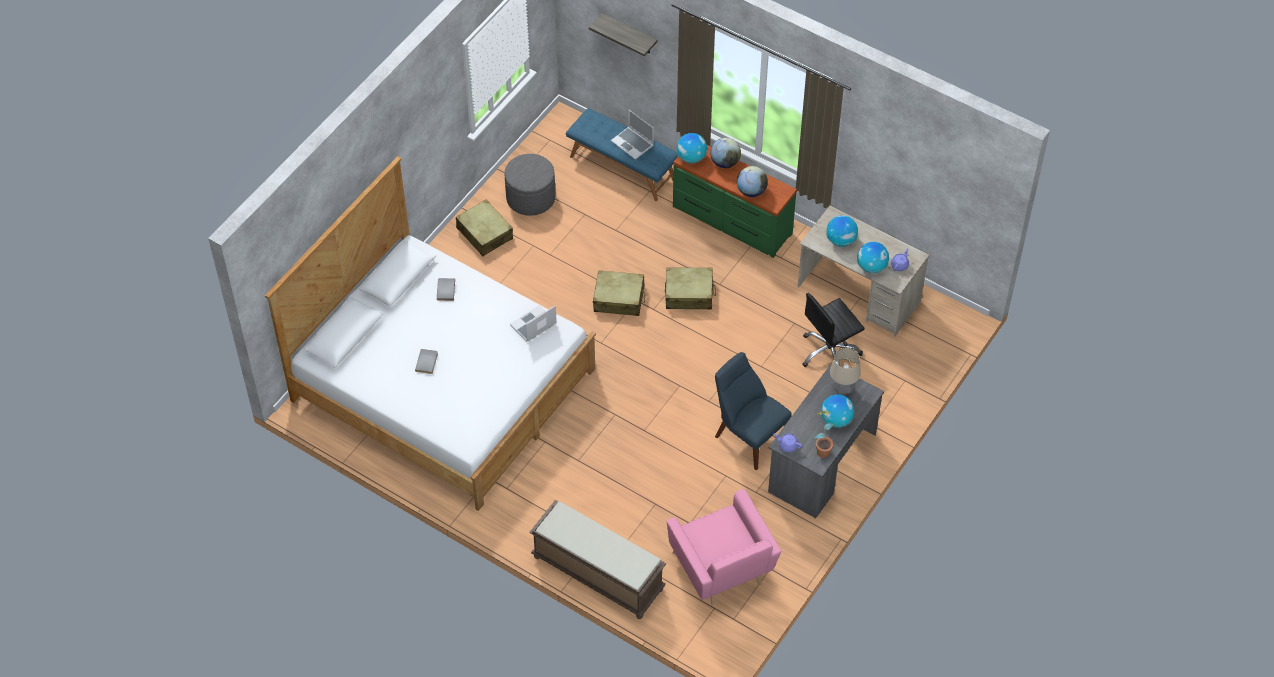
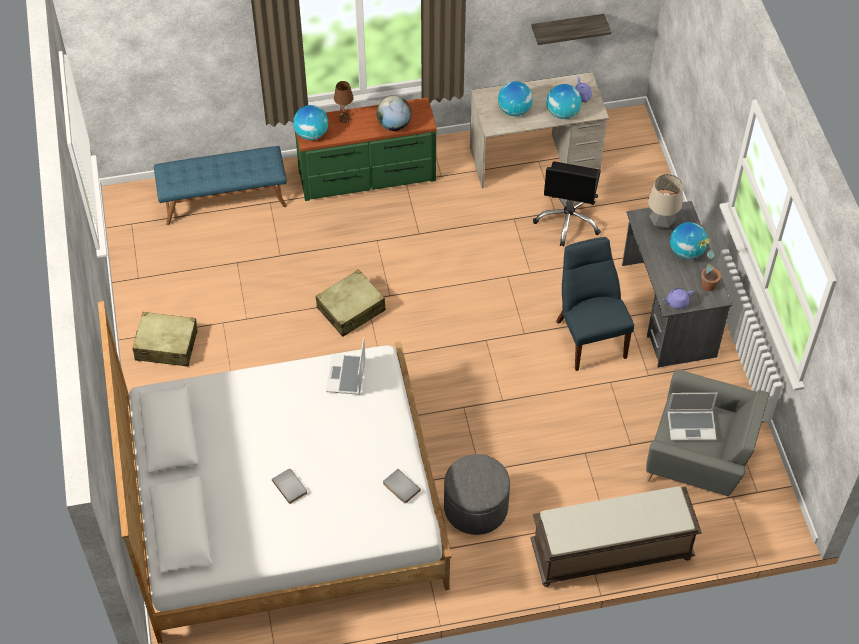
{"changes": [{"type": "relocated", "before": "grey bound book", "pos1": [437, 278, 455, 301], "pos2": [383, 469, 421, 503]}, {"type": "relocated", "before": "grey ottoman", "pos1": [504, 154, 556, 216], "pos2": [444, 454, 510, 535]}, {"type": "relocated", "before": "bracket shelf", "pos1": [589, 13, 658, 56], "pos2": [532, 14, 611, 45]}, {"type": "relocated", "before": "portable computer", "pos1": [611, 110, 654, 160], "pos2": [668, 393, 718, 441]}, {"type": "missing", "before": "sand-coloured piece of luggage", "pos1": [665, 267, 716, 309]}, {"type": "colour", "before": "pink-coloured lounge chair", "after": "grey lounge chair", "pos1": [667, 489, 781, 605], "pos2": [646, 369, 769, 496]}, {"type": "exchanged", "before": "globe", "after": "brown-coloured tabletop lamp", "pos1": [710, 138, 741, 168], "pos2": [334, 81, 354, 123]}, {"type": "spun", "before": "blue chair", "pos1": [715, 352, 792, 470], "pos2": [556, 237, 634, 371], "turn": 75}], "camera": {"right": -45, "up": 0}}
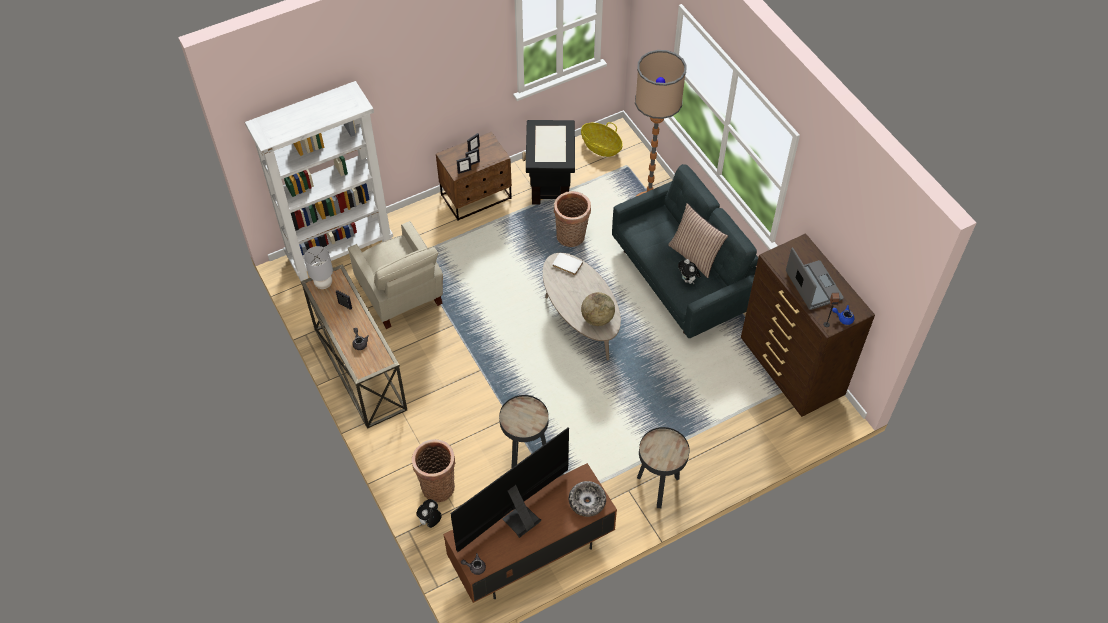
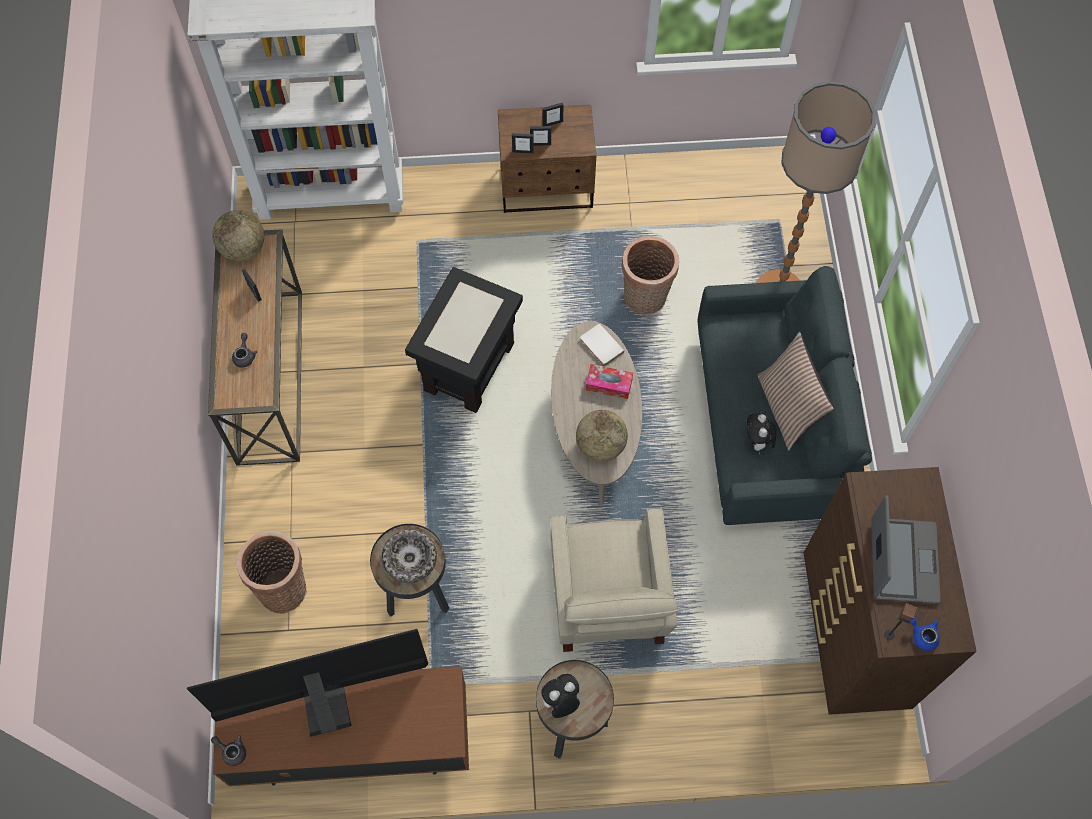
{"changes": [{"type": "exchanged", "before": "grey tabletop lamp", "after": "globe", "pos1": [304, 246, 333, 289], "pos2": [212, 210, 264, 261]}, {"type": "relocated", "before": "sand-coloured lounge chair", "pos1": [348, 221, 443, 329], "pos2": [550, 508, 678, 652]}, {"type": "relocated", "before": "soft toy", "pos1": [416, 499, 441, 528], "pos2": [540, 674, 580, 718]}, {"type": "relocated", "before": "black-coloured side table", "pos1": [522, 120, 575, 204], "pos2": [405, 267, 523, 413]}, {"type": "relocated", "before": "serving bowl", "pos1": [569, 481, 606, 517], "pos2": [382, 530, 437, 583]}, {"type": "missing", "before": "storage basket", "pos1": [581, 122, 623, 157]}, {"type": "appeared", "after": "tissue box", "pos2": [586, 364, 633, 399]}], "camera": {"right": 25, "up": 10}}
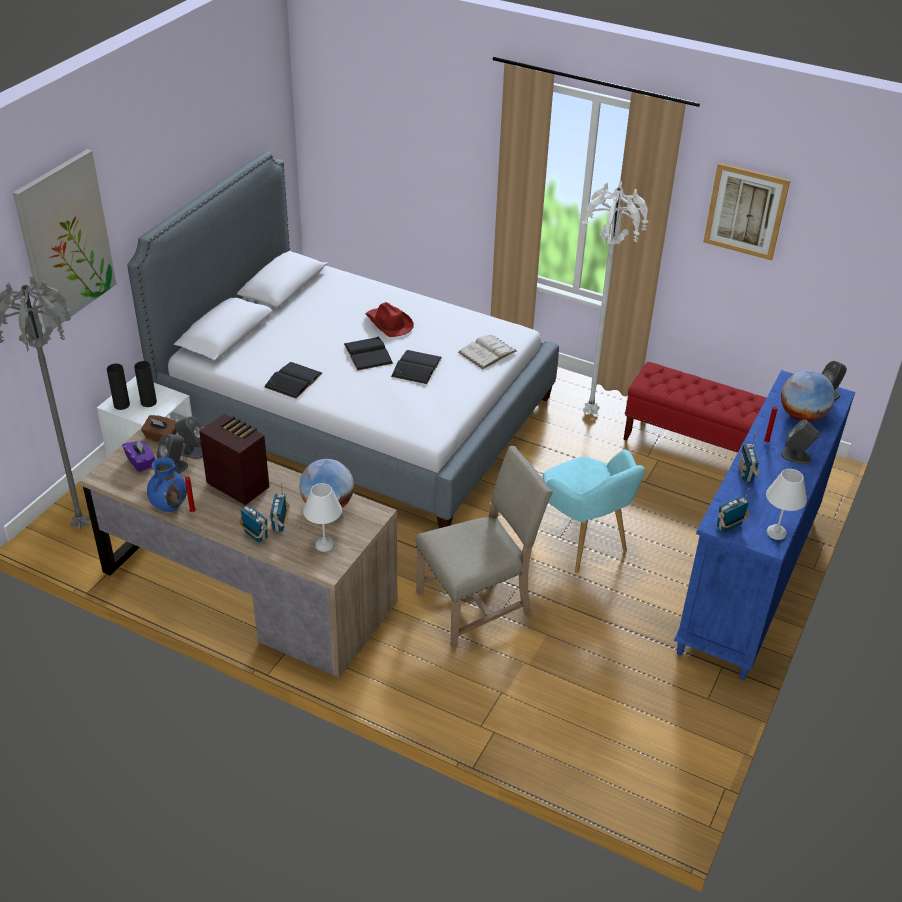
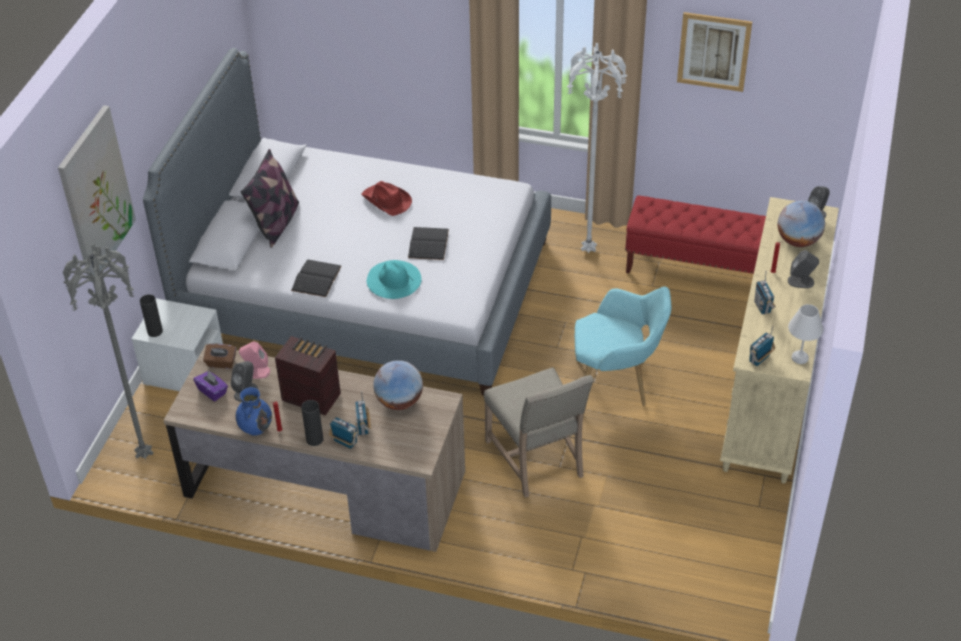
{"changes": [{"type": "relocated", "before": "black-coloured flower vase", "pos1": [134, 361, 157, 407], "pos2": [301, 400, 323, 446]}, {"type": "colour", "before": "grey speaker", "after": "pink-coloured speaker", "pos1": [175, 416, 203, 459], "pos2": [239, 341, 270, 379]}, {"type": "missing", "before": "white-coloured tabletop lamp", "pos1": [303, 483, 342, 552]}, {"type": "missing", "before": "black-coloured bound book", "pos1": [344, 337, 393, 371]}, {"type": "spun", "before": "sand-coloured chair", "pos1": [415, 446, 553, 649], "pos2": [484, 367, 594, 498], "turn": 105}, {"type": "missing", "before": "white-coloured bound book", "pos1": [458, 334, 517, 369]}, {"type": "spun", "before": "blue-green lounge chair", "pos1": [542, 450, 645, 573], "pos2": [575, 286, 671, 406], "turn": -45}, {"type": "colour", "before": "blue drawer chest", "after": "sand-coloured drawer chest", "pos1": [673, 370, 855, 680], "pos2": [720, 197, 839, 483]}, {"type": "appeared", "after": "pillow", "pos2": [240, 149, 299, 248]}, {"type": "appeared", "after": "blue-green wearable hat", "pos2": [367, 260, 422, 299]}], "camera": {"right": -10, "up": 5}}
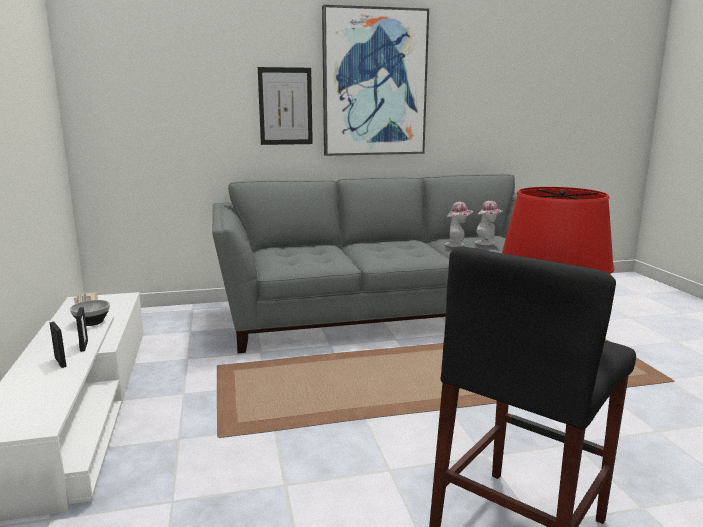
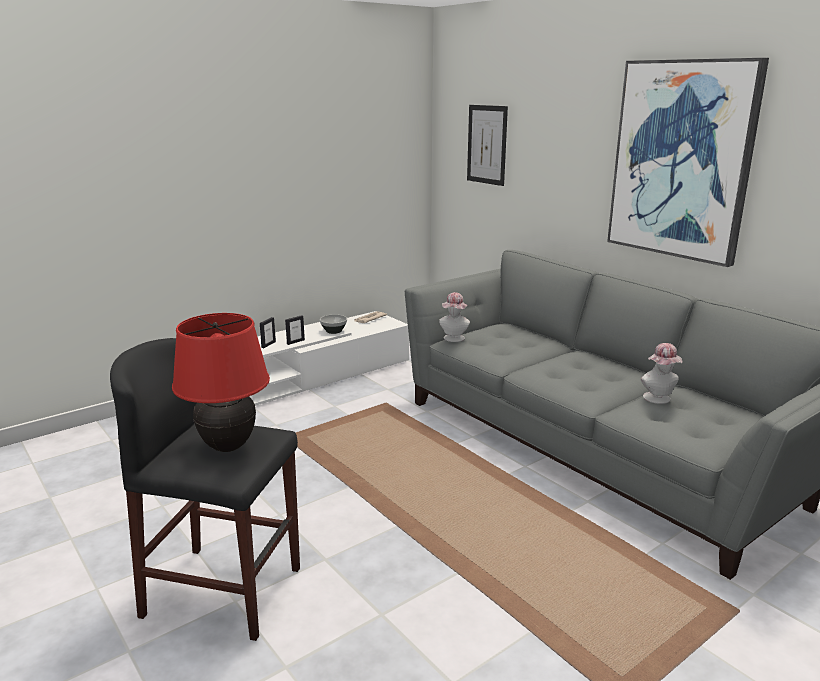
{"changes": [{"type": "relocated", "before": "wall picture", "pos1": [258, 67, 313, 145], "pos2": [467, 105, 508, 186]}, {"type": "relocated", "before": "wearable hat", "pos1": [475, 201, 503, 245], "pos2": [439, 292, 470, 342]}], "camera": {"right": 65, "up": 5}}
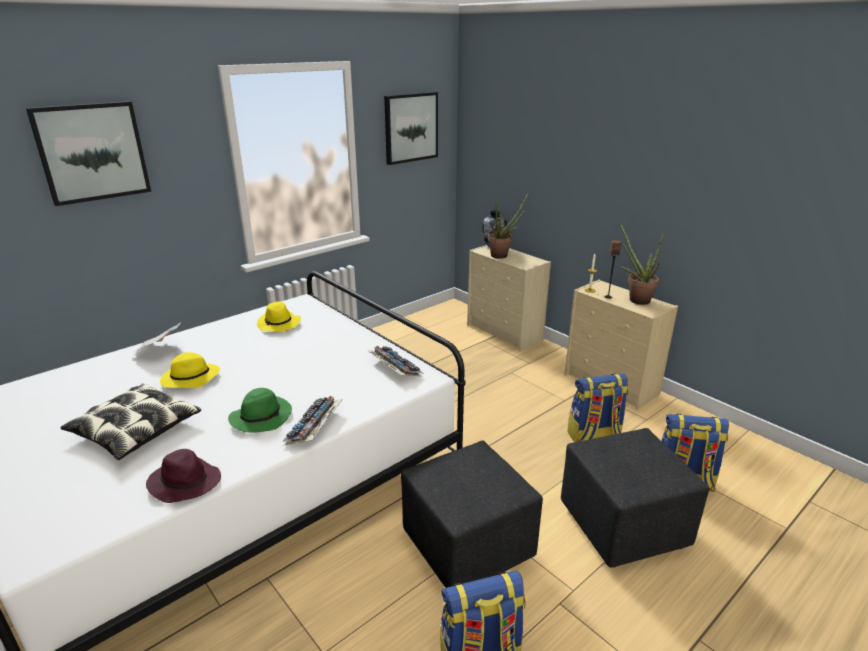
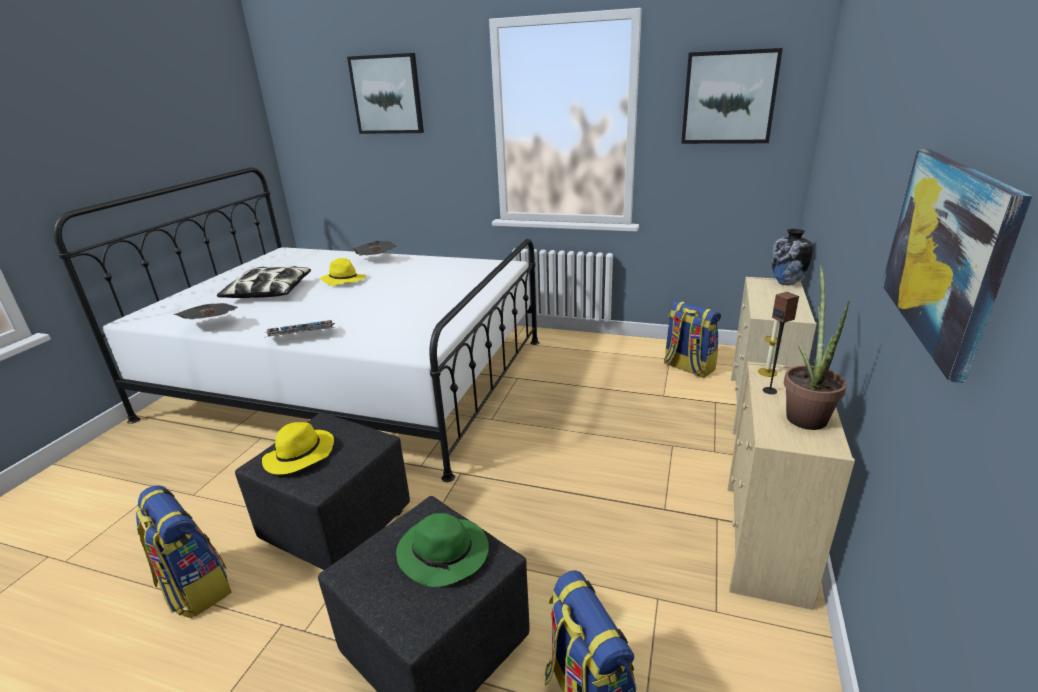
{"changes": [{"type": "exchanged", "before": "purplish wearable hat", "after": "printed paper", "pos1": [146, 449, 221, 503], "pos2": [174, 303, 237, 319]}, {"type": "relocated", "before": "green wearable hat", "pos1": [228, 388, 292, 433], "pos2": [396, 513, 489, 587]}, {"type": "relocated", "before": "yellow wearable hat", "pos1": [257, 301, 301, 332], "pos2": [262, 422, 334, 475]}, {"type": "missing", "before": "computer keyboard", "pos1": [367, 346, 423, 377]}, {"type": "missing", "before": "plant in a pot", "pos1": [488, 192, 529, 259]}, {"type": "relocated", "before": "backpack", "pos1": [568, 373, 629, 442], "pos2": [664, 300, 721, 378]}, {"type": "appeared", "after": "wall picture", "pos2": [882, 149, 1032, 383]}], "camera": {"right": 60, "up": 0}}
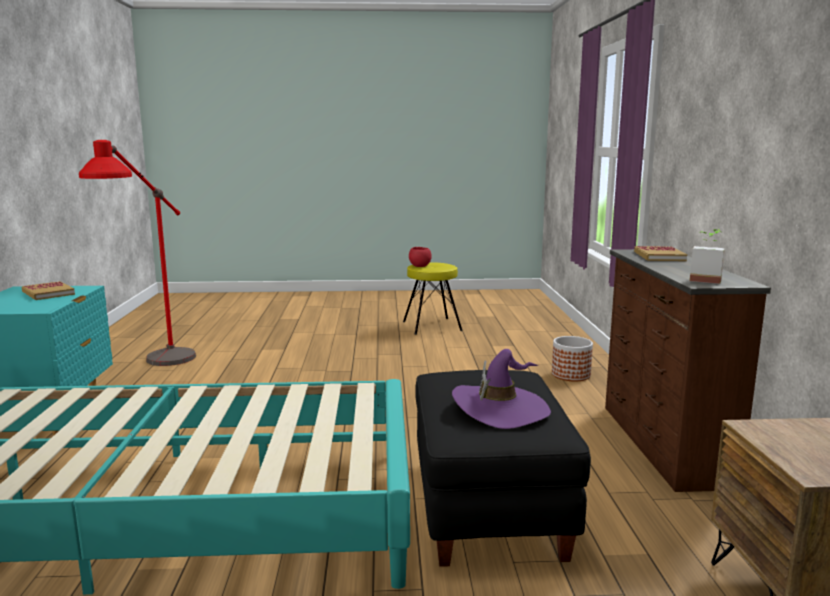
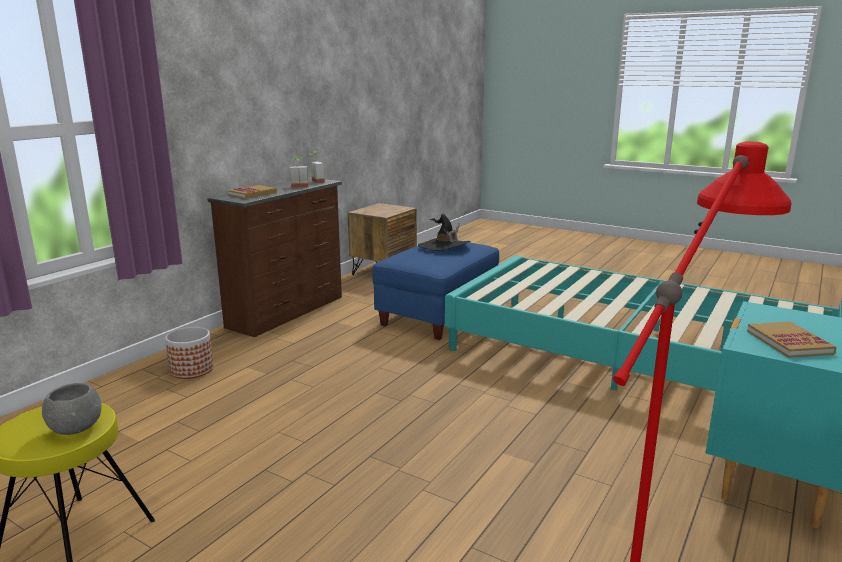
{"changes": [{"type": "colour", "before": "red serving bowl", "after": "grey serving bowl", "pos1": [409, 247, 432, 267], "pos2": [42, 383, 101, 435]}, {"type": "colour", "before": "black-coloured ottoman", "after": "blue ottoman", "pos1": [415, 370, 591, 567], "pos2": [372, 238, 499, 340]}, {"type": "colour", "before": "purplish wearable hat", "after": "black-coloured wearable hat", "pos1": [452, 349, 551, 429], "pos2": [418, 214, 471, 251]}, {"type": "appeared", "after": "plant in a pot", "pos2": [290, 155, 308, 188]}], "camera": {"right": -145, "up": 5}}
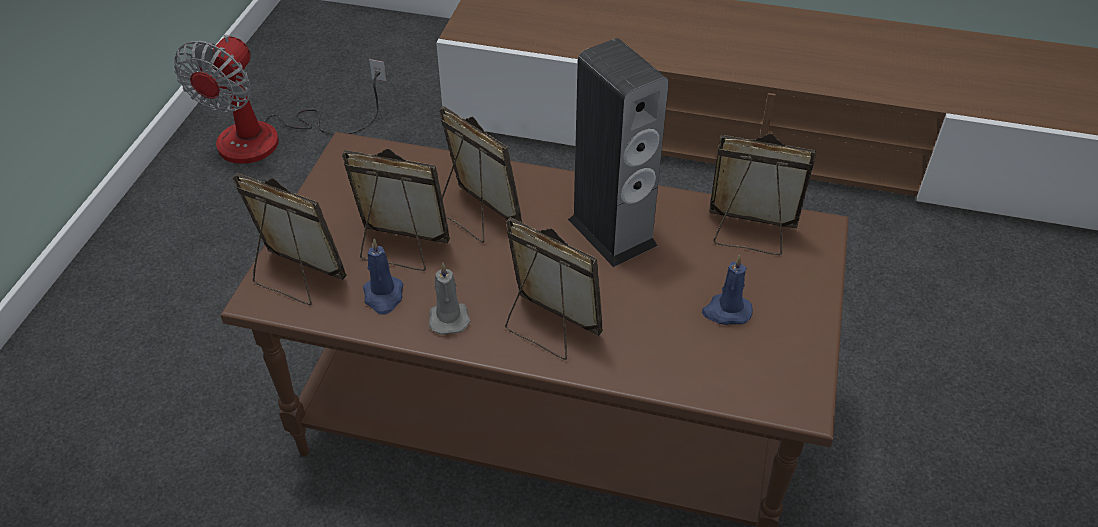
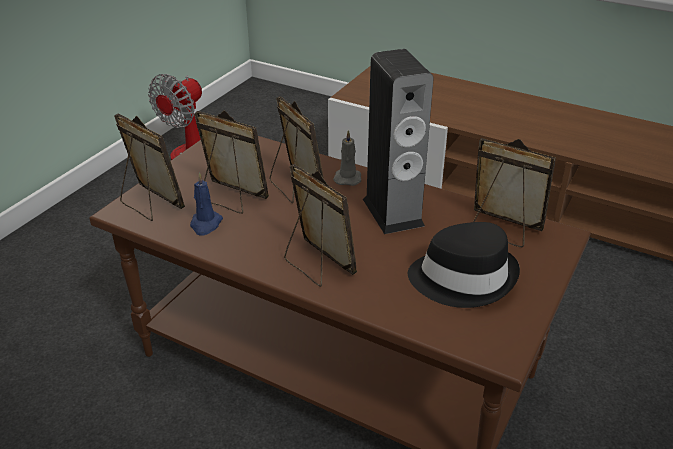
{"changes": [{"type": "relocated", "before": "grey wax light", "pos1": [429, 263, 470, 335], "pos2": [333, 130, 361, 186]}, {"type": "exchanged", "before": "blue wax light", "after": "black-coloured wearable hat", "pos1": [702, 255, 753, 325], "pos2": [408, 222, 520, 308]}], "camera": {"right": 15, "up": -10}}
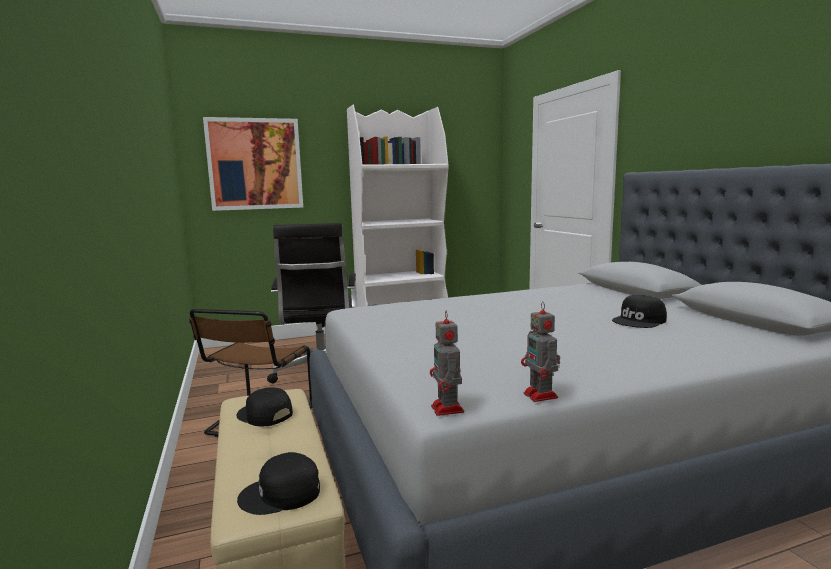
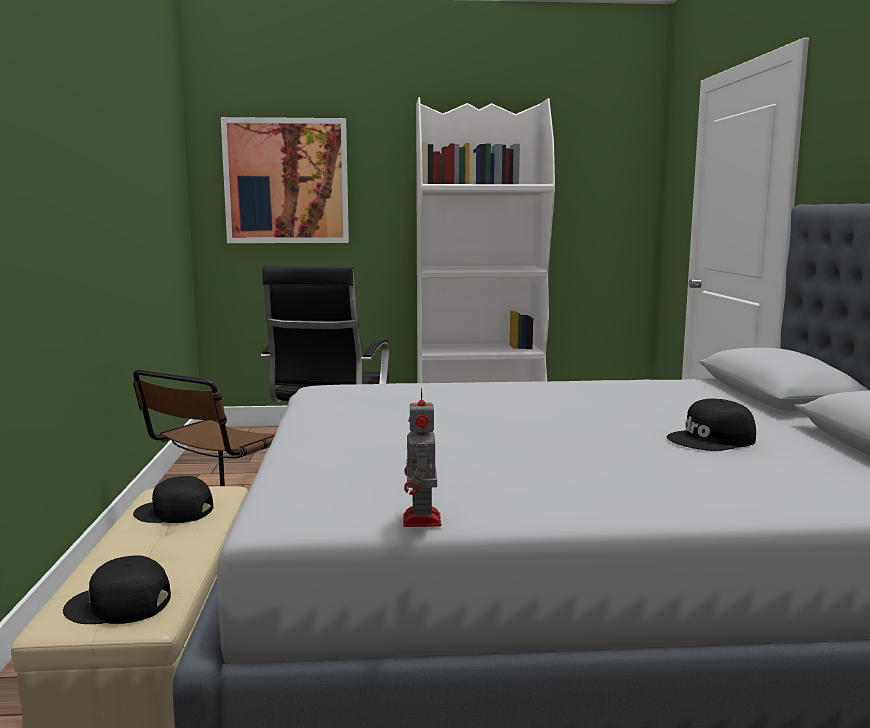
{"changes": [{"type": "spun", "before": "black-coloured peaked cap", "pos1": [237, 387, 293, 427], "pos2": [133, 476, 213, 523], "turn": -45}, {"type": "missing", "before": "model robot", "pos1": [430, 310, 464, 416]}], "camera": {"right": 15, "up": 0}}
